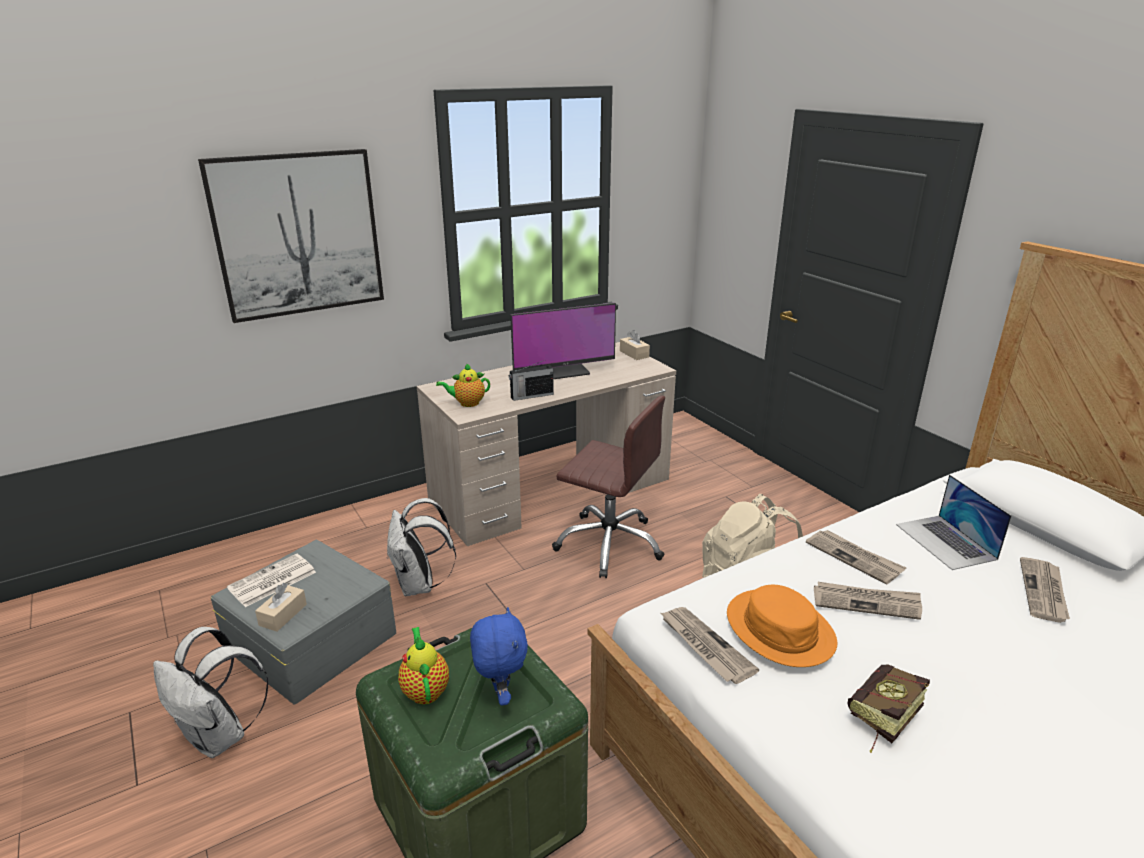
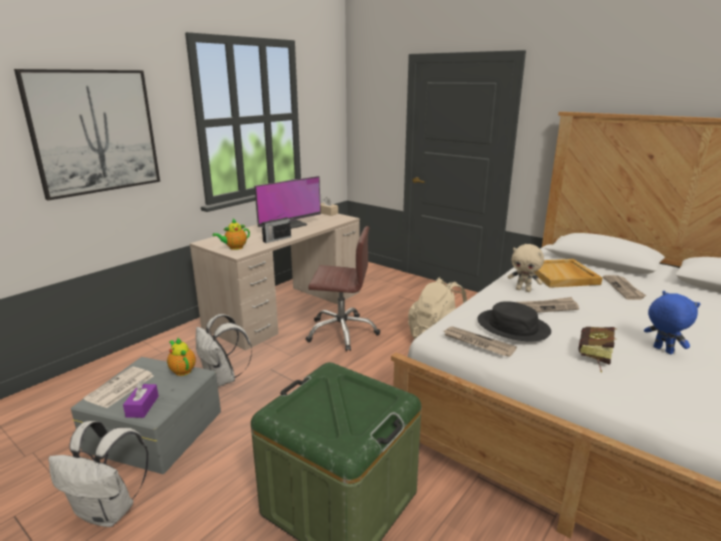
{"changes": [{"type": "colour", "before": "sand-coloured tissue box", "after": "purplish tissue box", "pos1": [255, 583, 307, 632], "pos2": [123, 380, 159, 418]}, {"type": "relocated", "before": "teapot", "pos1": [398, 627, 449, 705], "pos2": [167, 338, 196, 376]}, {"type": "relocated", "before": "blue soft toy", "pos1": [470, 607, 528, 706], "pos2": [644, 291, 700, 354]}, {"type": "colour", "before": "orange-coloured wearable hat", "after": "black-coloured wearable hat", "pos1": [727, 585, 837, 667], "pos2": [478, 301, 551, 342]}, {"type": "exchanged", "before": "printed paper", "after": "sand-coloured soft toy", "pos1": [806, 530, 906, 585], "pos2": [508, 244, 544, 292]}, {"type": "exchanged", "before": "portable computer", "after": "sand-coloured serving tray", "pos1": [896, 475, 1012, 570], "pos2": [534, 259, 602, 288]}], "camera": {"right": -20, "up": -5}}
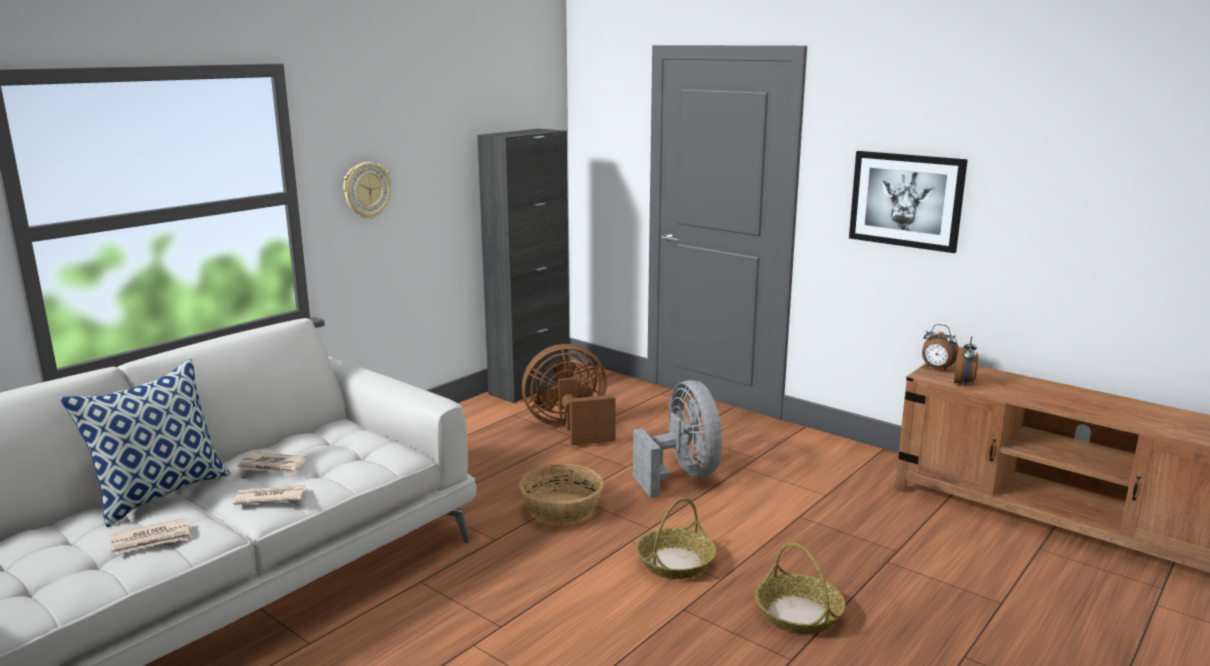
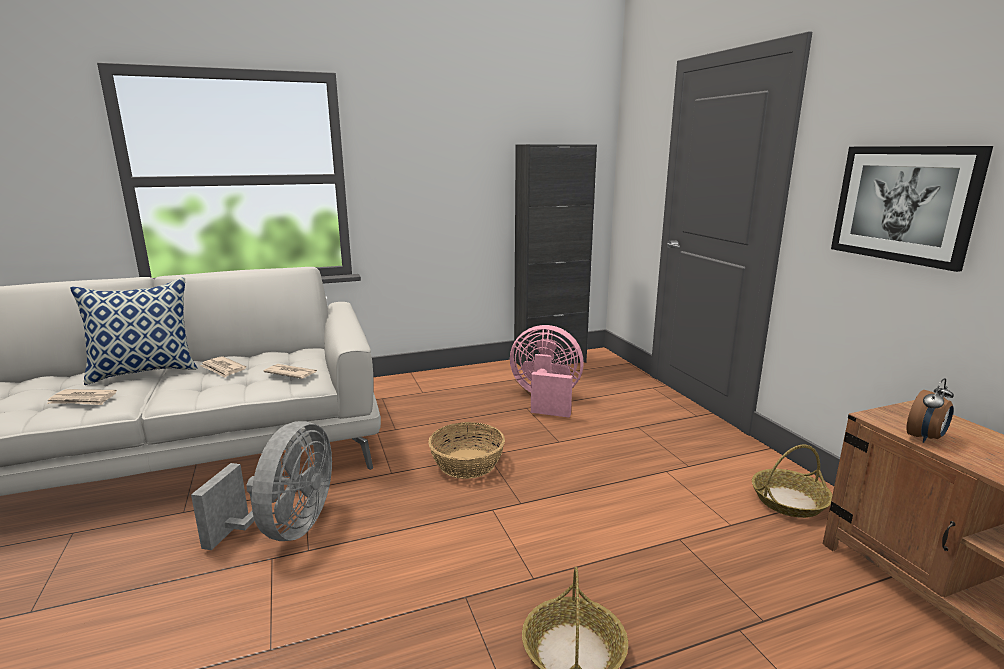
{"changes": [{"type": "relocated", "before": "printed paper", "pos1": [233, 485, 305, 505], "pos2": [263, 364, 317, 379]}, {"type": "missing", "before": "clock on the wall", "pos1": [343, 162, 391, 219]}, {"type": "colour", "before": "brown-coloured electric fan", "after": "pink-coloured electric fan", "pos1": [522, 344, 616, 445], "pos2": [510, 325, 584, 418]}, {"type": "relocated", "before": "grey electric fan", "pos1": [633, 380, 722, 498], "pos2": [191, 421, 332, 550]}, {"type": "relocated", "before": "storage basket", "pos1": [636, 498, 716, 579], "pos2": [752, 445, 832, 518]}, {"type": "missing", "before": "table clock", "pos1": [922, 324, 959, 371]}], "camera": {"right": 30, "up": 0}}
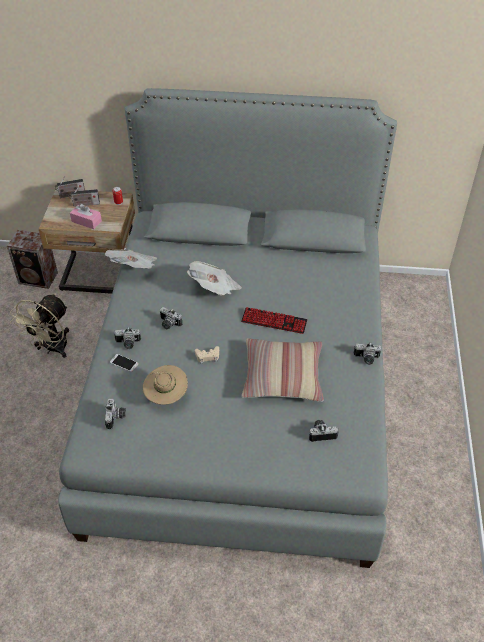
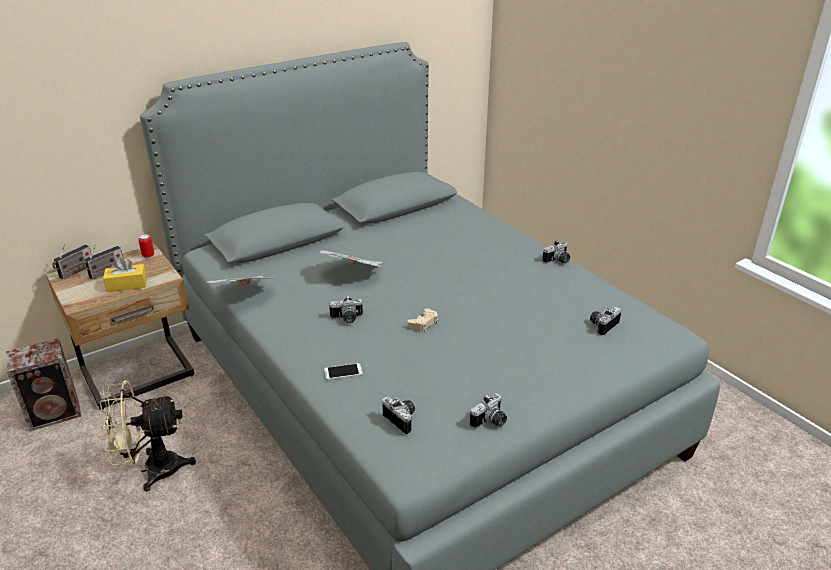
{"changes": [{"type": "spun", "before": "sand-coloured electric fan", "pos1": [10, 293, 69, 358], "pos2": [100, 380, 196, 492], "turn": 90}, {"type": "colour", "before": "pink-coloured tissue box", "after": "yellow tissue box", "pos1": [70, 204, 102, 229], "pos2": [103, 258, 147, 292]}, {"type": "relocated", "before": "still camera", "pos1": [114, 327, 141, 349], "pos2": [470, 394, 507, 428]}, {"type": "missing", "before": "sand-coloured wearable hat", "pos1": [143, 365, 188, 405]}, {"type": "missing", "before": "computer keyboard", "pos1": [241, 307, 307, 334]}, {"type": "missing", "before": "pillow", "pos1": [241, 338, 324, 402]}], "camera": {"right": -40, "up": -15}}
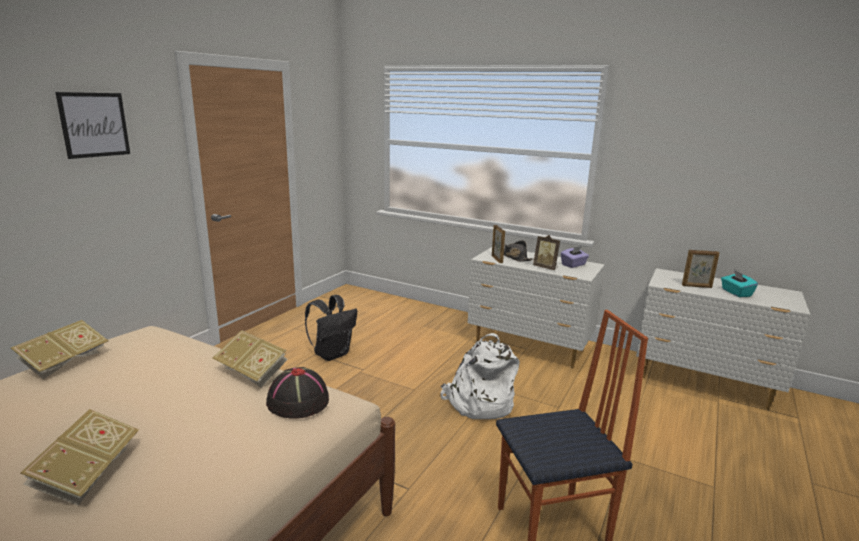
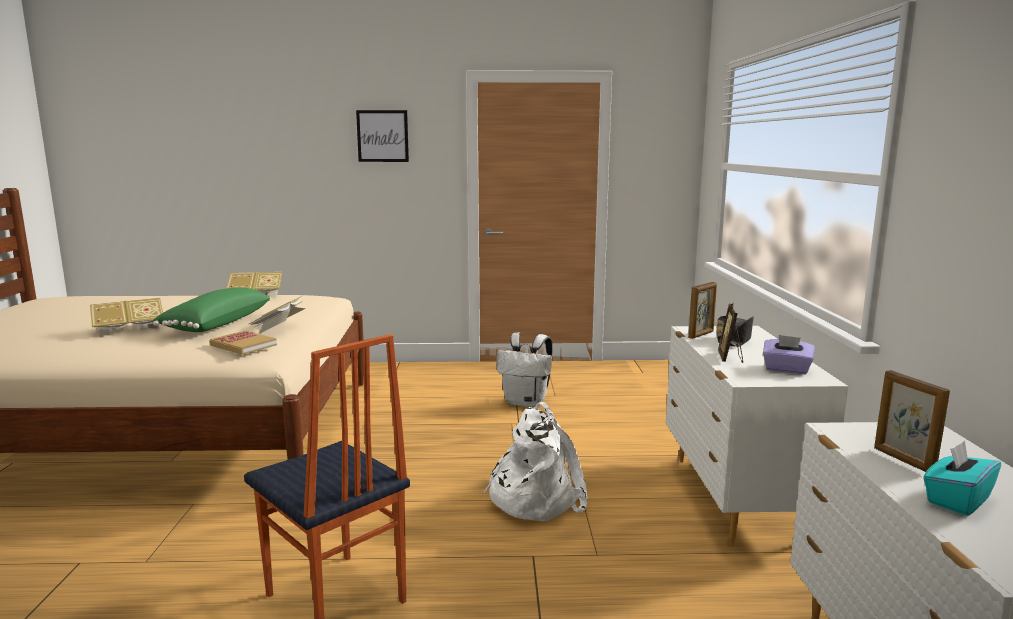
{"changes": [{"type": "exchanged", "before": "black-coloured wearable hat", "after": "bound book", "pos1": [266, 367, 329, 419], "pos2": [209, 331, 277, 355]}, {"type": "colour", "before": "black-coloured backpack", "after": "white-coloured backpack", "pos1": [305, 295, 357, 361], "pos2": [497, 332, 553, 407]}, {"type": "appeared", "after": "green pillow", "pos2": [153, 288, 271, 332]}], "camera": {"right": 60, "up": -5}}
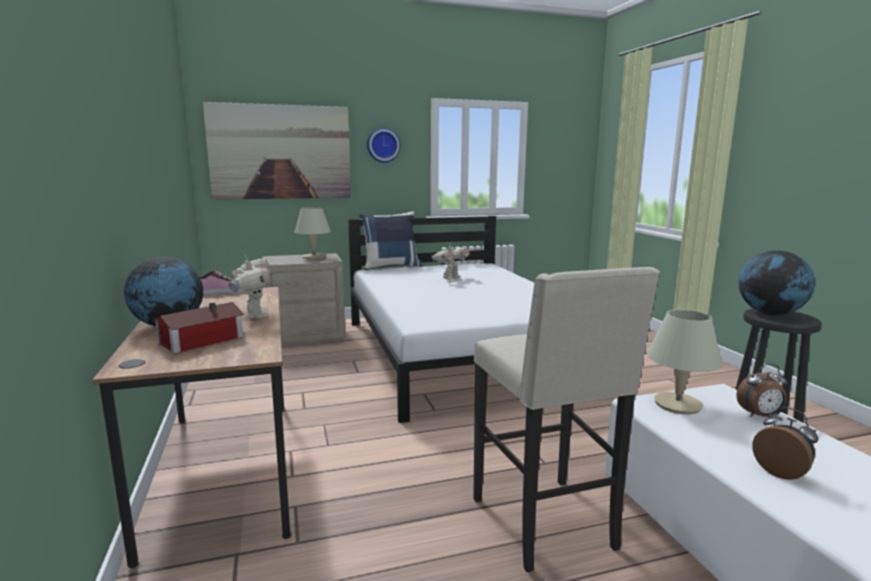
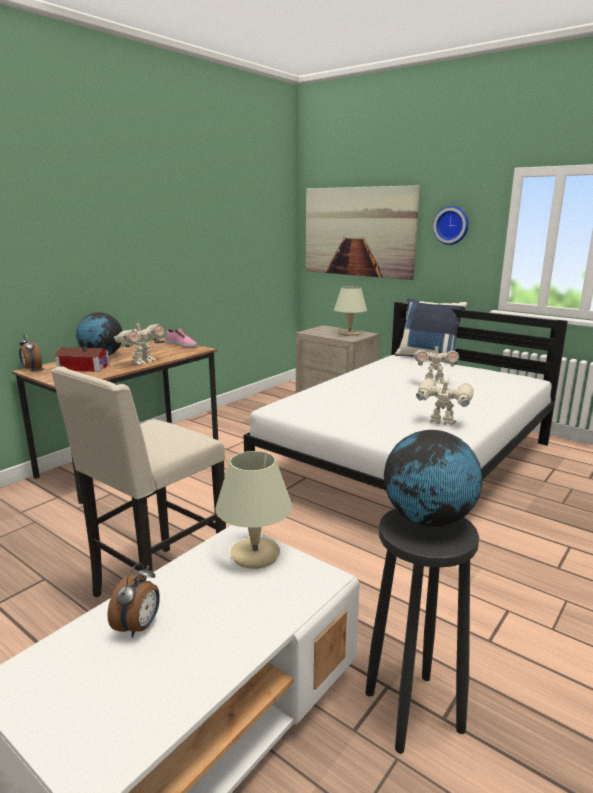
{"changes": [{"type": "relocated", "before": "table clock", "pos1": [737, 364, 788, 417], "pos2": [19, 334, 42, 372]}, {"type": "appeared", "after": "model robot", "pos2": [416, 377, 473, 426]}], "camera": {"right": 55, "up": 5}}
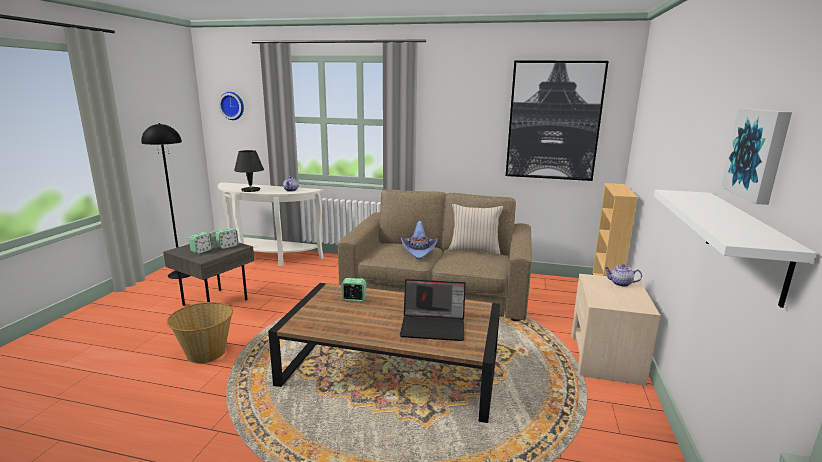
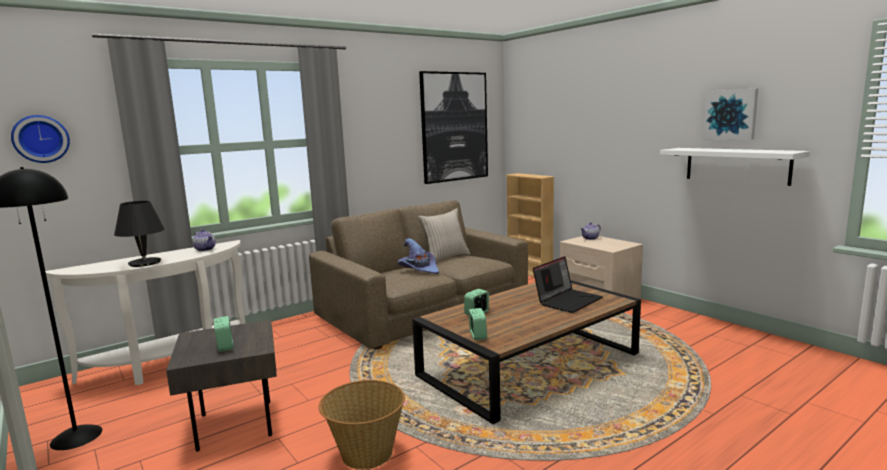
{"changes": [{"type": "relocated", "before": "table clock", "pos1": [215, 228, 239, 249], "pos2": [469, 308, 487, 340]}], "camera": {"right": -50, "up": -5}}
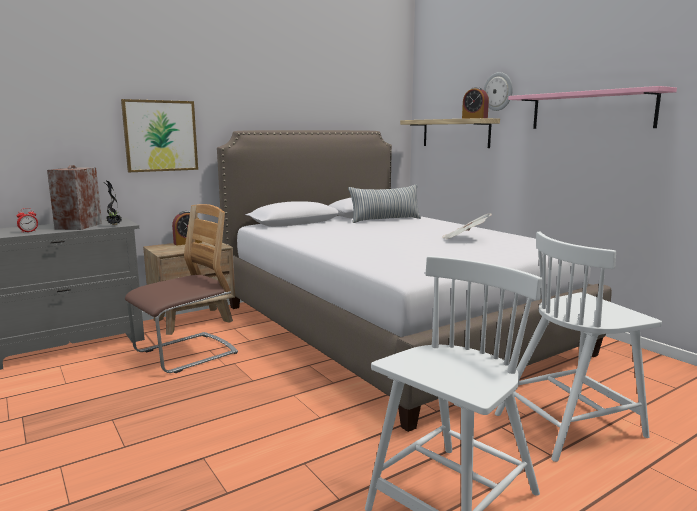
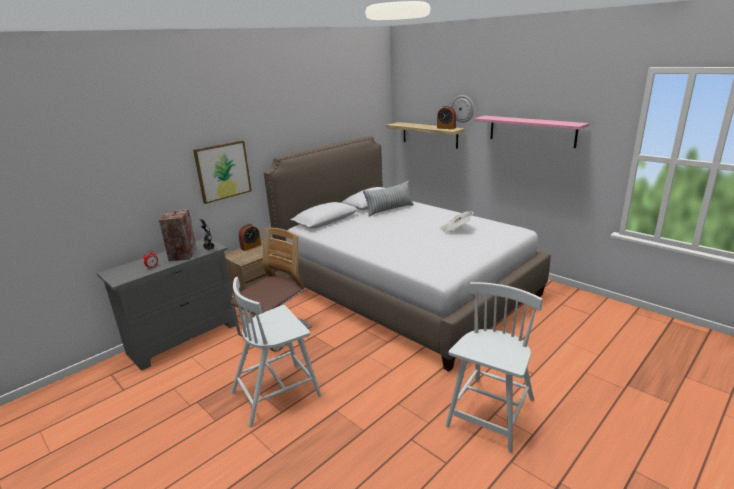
{"changes": [{"type": "relocated", "before": "white-coloured chair", "pos1": [495, 232, 662, 462], "pos2": [231, 277, 322, 427]}], "camera": {"right": -10, "up": 10}}
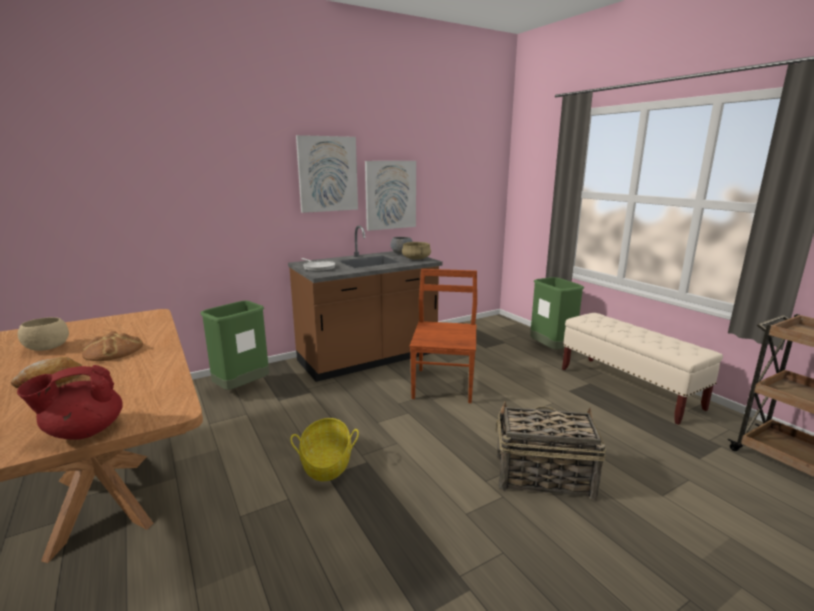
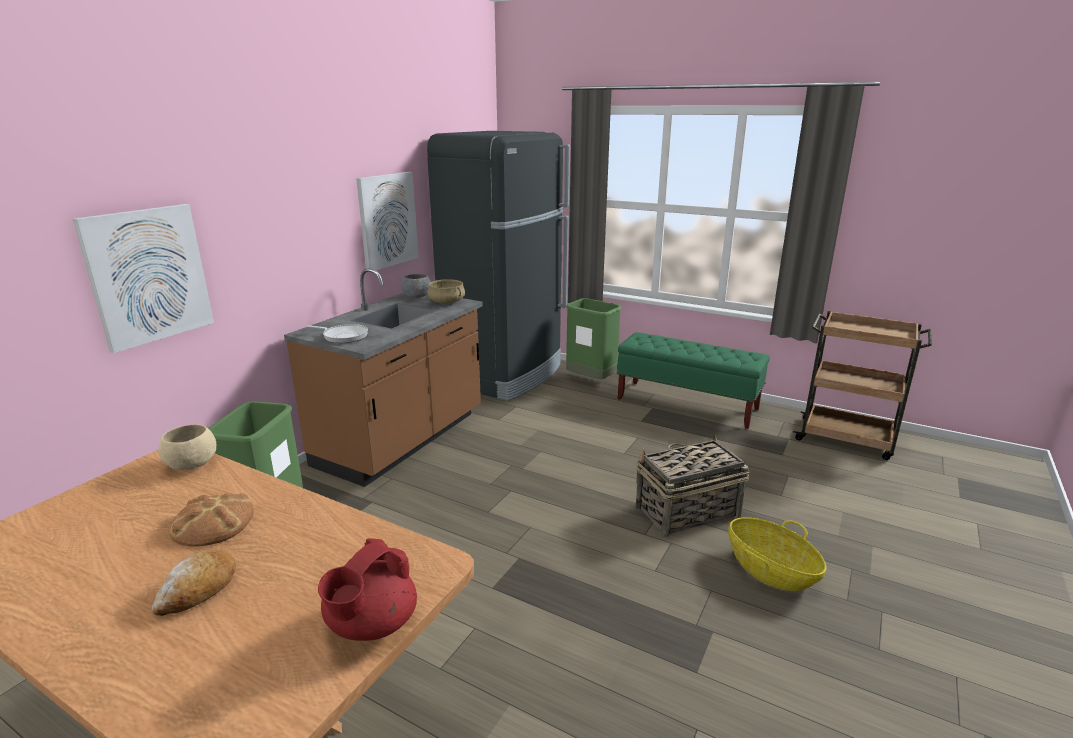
{"changes": [{"type": "relocated", "before": "sand-coloured serving bowl", "pos1": [18, 317, 69, 351], "pos2": [158, 424, 216, 470]}, {"type": "relocated", "before": "storage basket", "pos1": [290, 418, 359, 481], "pos2": [728, 517, 826, 591]}, {"type": "relocated", "before": "wall picture", "pos1": [296, 135, 358, 213], "pos2": [72, 204, 214, 353]}, {"type": "missing", "before": "brown-coloured chair", "pos1": [410, 269, 477, 403]}, {"type": "colour", "before": "sand-coloured indoor bench", "after": "green indoor bench", "pos1": [562, 313, 723, 425], "pos2": [617, 332, 770, 429]}, {"type": "appeared", "after": "black-coloured fridge", "pos2": [427, 131, 570, 401]}], "camera": {"right": -30, "up": 5}}
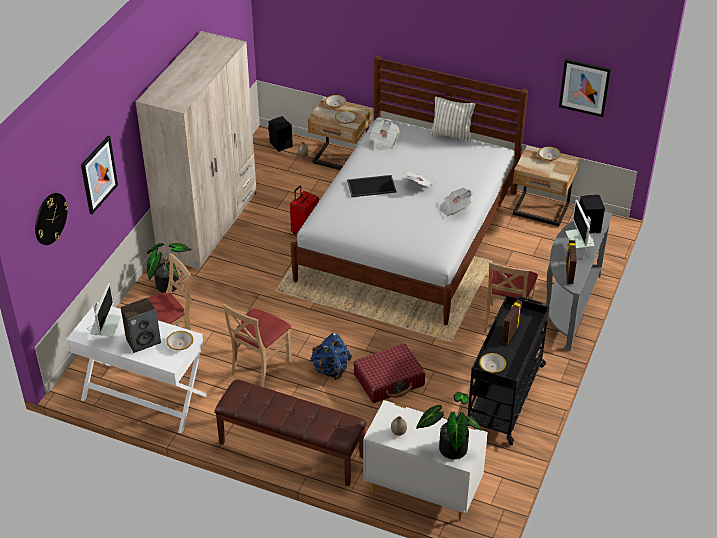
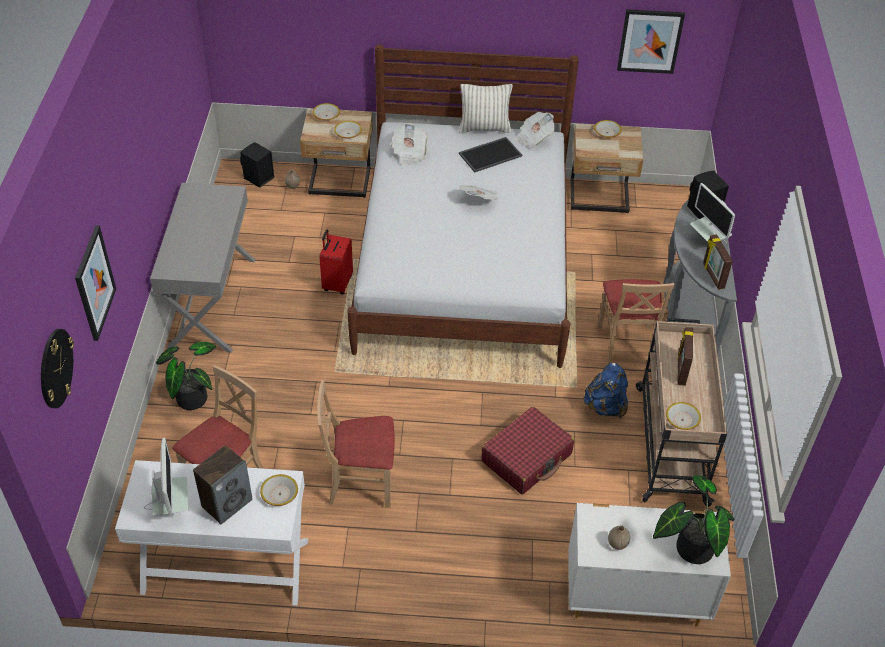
{"changes": [{"type": "exchanged", "before": "sand-coloured clothes cupboard", "after": "grey desk", "pos1": [135, 31, 257, 269], "pos2": [150, 183, 255, 353]}, {"type": "missing", "before": "brown-coloured indoor bench", "pos1": [214, 379, 367, 486]}, {"type": "spun", "before": "sand-coloured chair", "pos1": [223, 304, 292, 387], "pos2": [317, 380, 395, 508], "turn": 75}, {"type": "relocated", "before": "blue backpack", "pos1": [310, 333, 352, 380], "pos2": [584, 363, 628, 418]}, {"type": "relocated", "before": "serving tray", "pos1": [347, 175, 397, 197], "pos2": [459, 137, 522, 172]}, {"type": "relocated", "before": "printed paper", "pos1": [438, 188, 473, 216], "pos2": [515, 112, 555, 148]}, {"type": "colour", "before": "black-coloured wheeled cart", "after": "sand-coloured wheeled cart", "pos1": [467, 295, 550, 446], "pos2": [636, 318, 727, 507]}], "camera": {"right": -20, "up": 5}}
